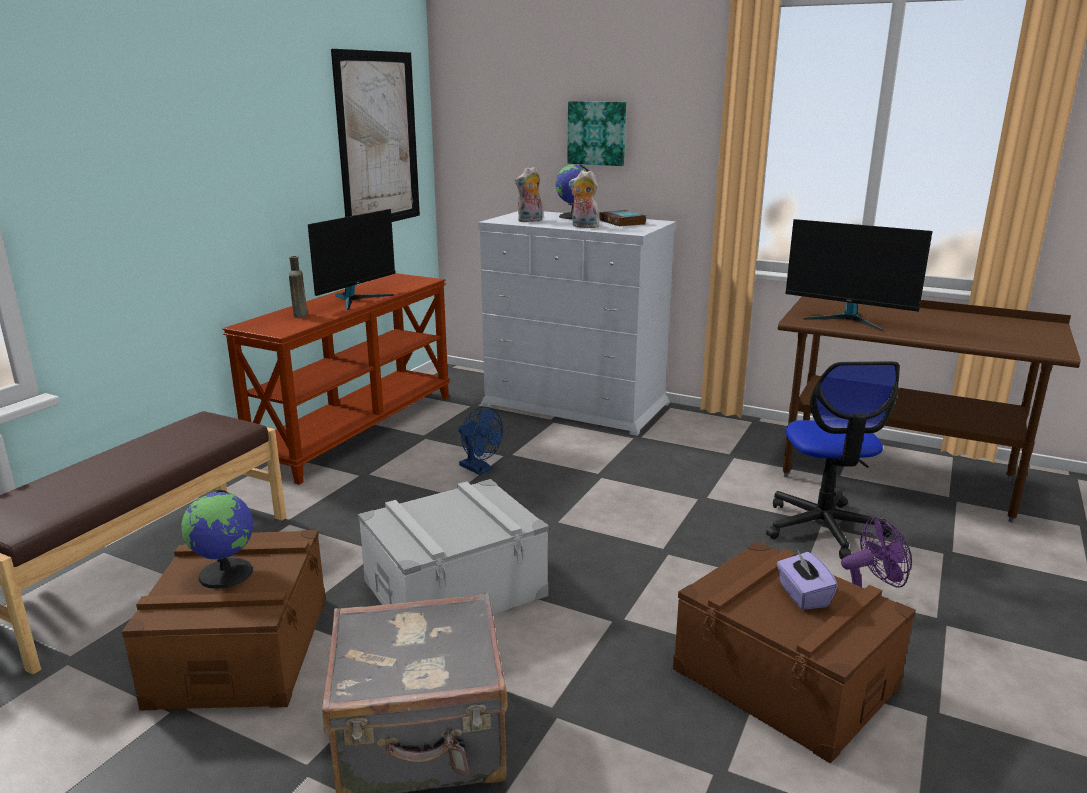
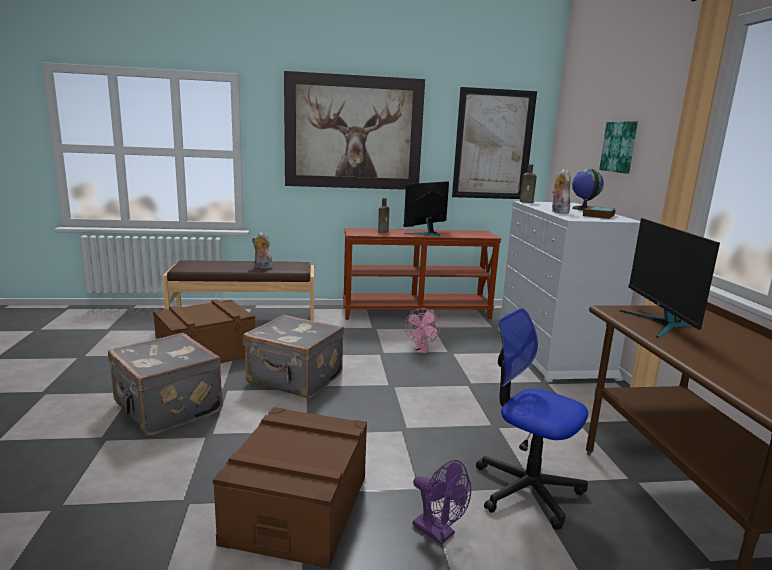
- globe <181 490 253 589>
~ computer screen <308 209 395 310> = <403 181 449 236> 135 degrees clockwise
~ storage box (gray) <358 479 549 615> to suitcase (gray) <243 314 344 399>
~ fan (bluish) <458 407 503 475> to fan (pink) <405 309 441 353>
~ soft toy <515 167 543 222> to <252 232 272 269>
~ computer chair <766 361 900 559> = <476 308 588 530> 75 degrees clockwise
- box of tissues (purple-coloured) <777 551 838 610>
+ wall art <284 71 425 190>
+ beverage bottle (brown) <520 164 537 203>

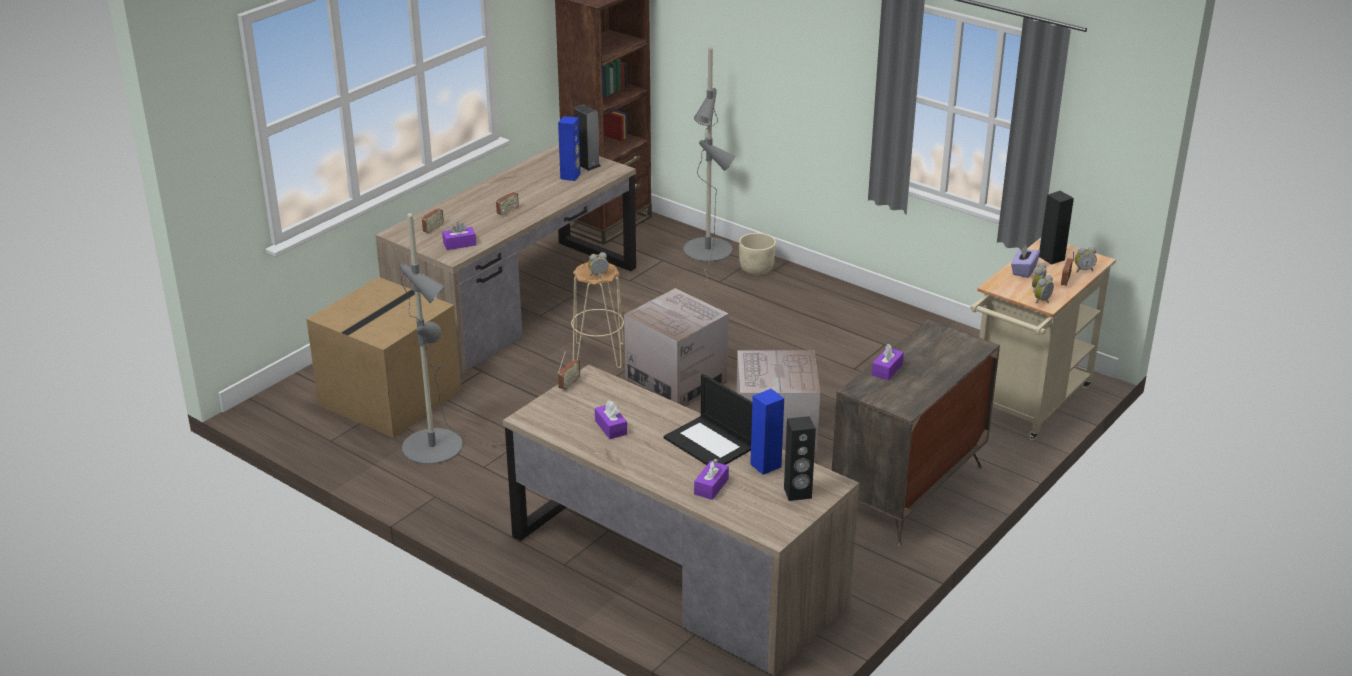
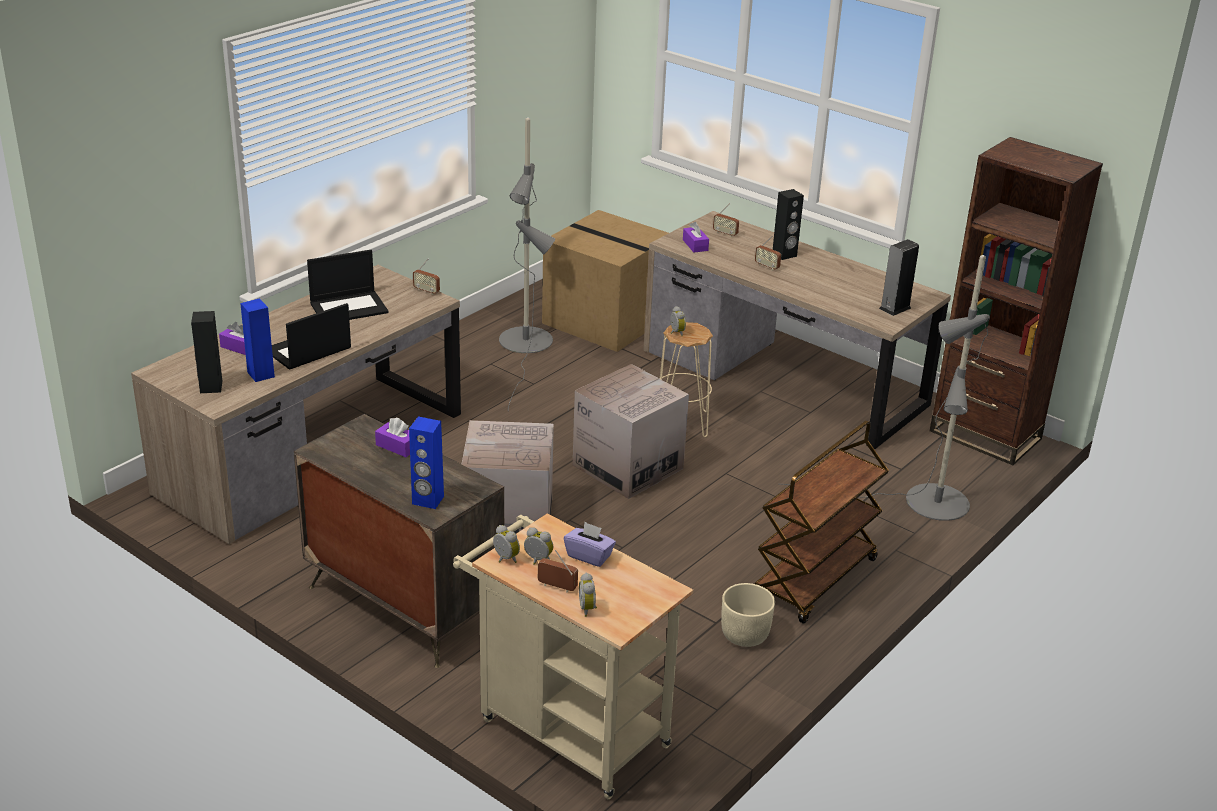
~ loudspeaker (bluish) <558 116 581 181> to <409 416 444 509>
~ box of tissues (purple-coloured) <595 400 627 439> to portable computer <307 250 389 320>
~ flower pot (beige) <739 233 776 275> to <721 583 775 647>
~ loudspeaker (black) <1039 191 1074 264> to <773 189 804 260>
+ wheeled cart (brown) <755 420 889 624>

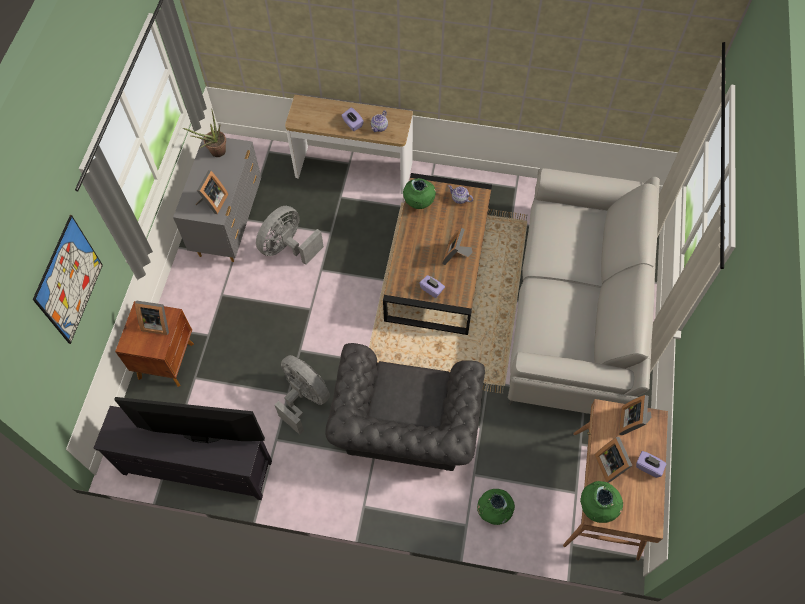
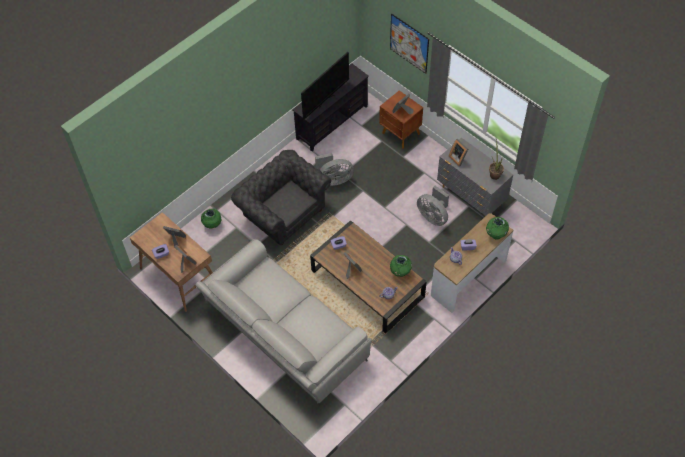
~ fan (gray) <256 206 324 265> = <417 186 449 226> 150 degrees clockwise
~ vase (greenish) <580 481 623 523> to <486 217 509 240>

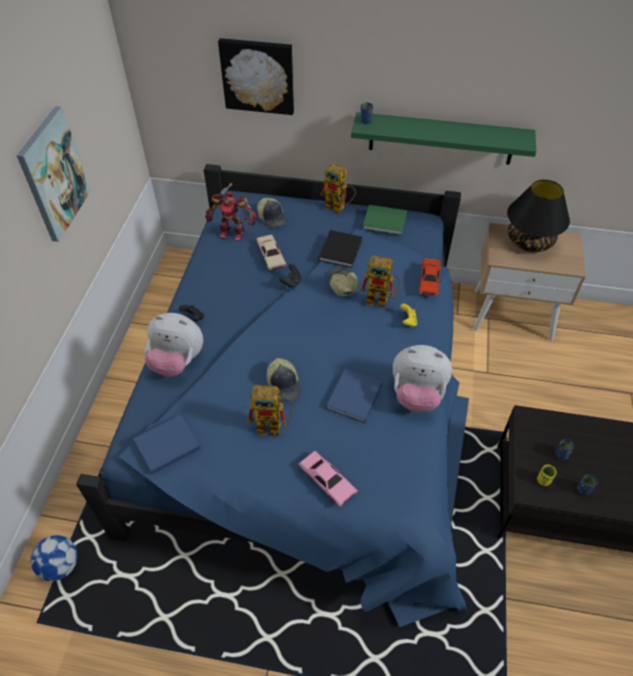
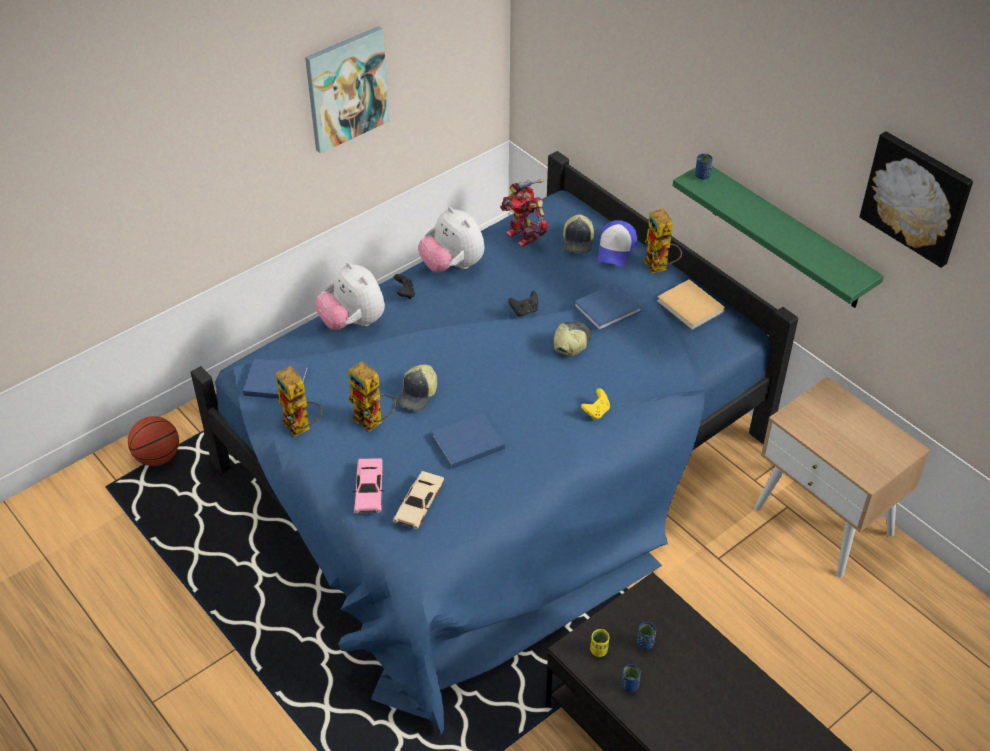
~ ball for football <31 535 77 581> to basketball <128 416 179 466>
~ wall art <218 38 294 115> to <860 131 973 268>
~ model car (beige) <256 235 286 270> to <393 471 444 529>
~ volume (black) <318 230 362 268> to volume (bluish) <574 283 642 331>
~ toy robot <360 256 401 308> to <275 366 322 437>
~ volume (greenish) <363 205 407 235> to volume (beige) <657 279 725 330>
~ soft toy <393 345 452 412> to <419 207 484 273>
- model car (red-coloured) <419 258 442 297>
- table lamp (black) <507 180 570 252>
+ peaked cap <598 220 637 266>

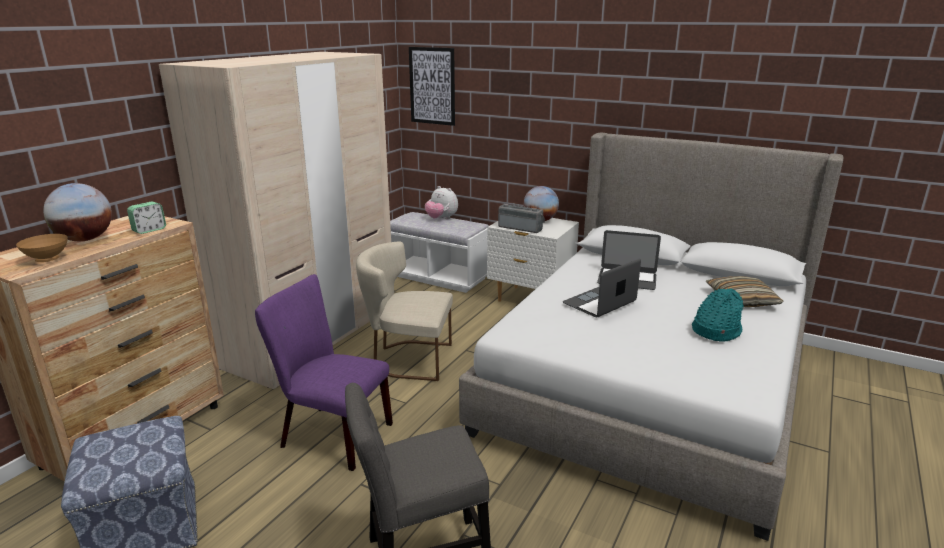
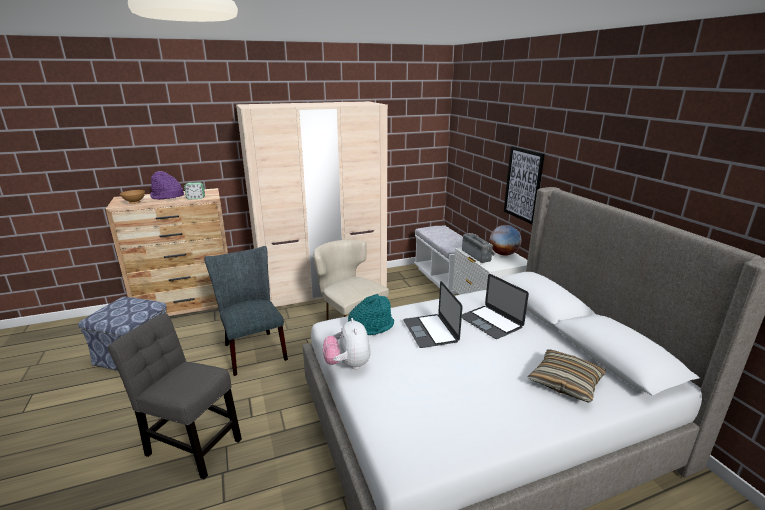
~ globe <43 183 112 241> to clothing hat (purple-coloured) <150 171 184 200>
~ chair (purple-coloured) <255 274 393 471> to chair (gray) <204 246 288 376>
~ wall art <409 47 455 126> to <504 146 545 224>
~ soft toy <425 186 458 219> to <323 318 371 370>
~ portable computer <563 259 641 317> = <403 281 463 348> 105 degrees counterclockwise
~ clothing hat (turquoise-coloured) <692 289 744 342> to <348 294 394 335>

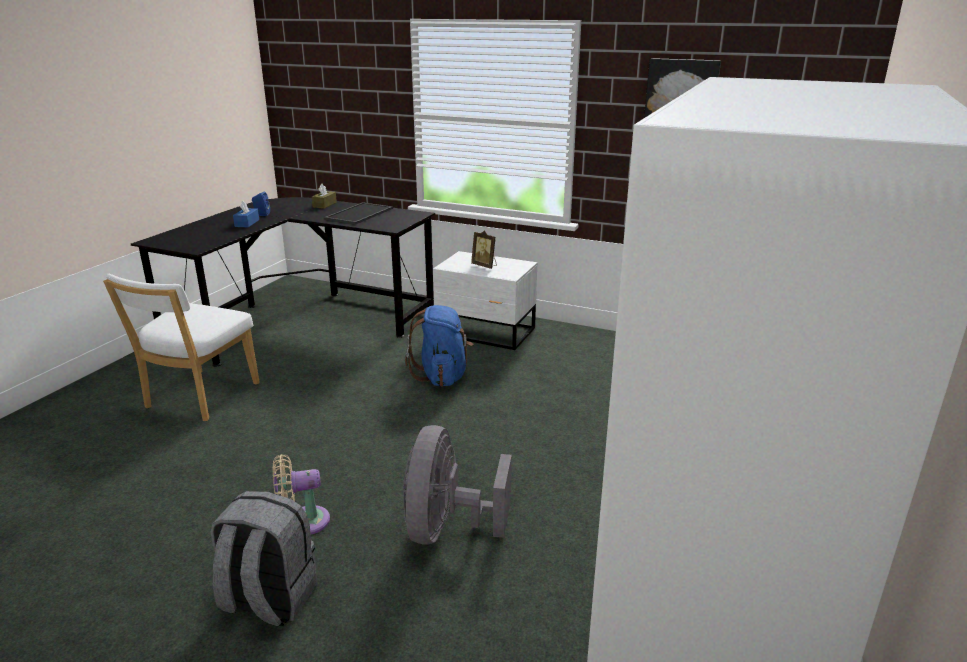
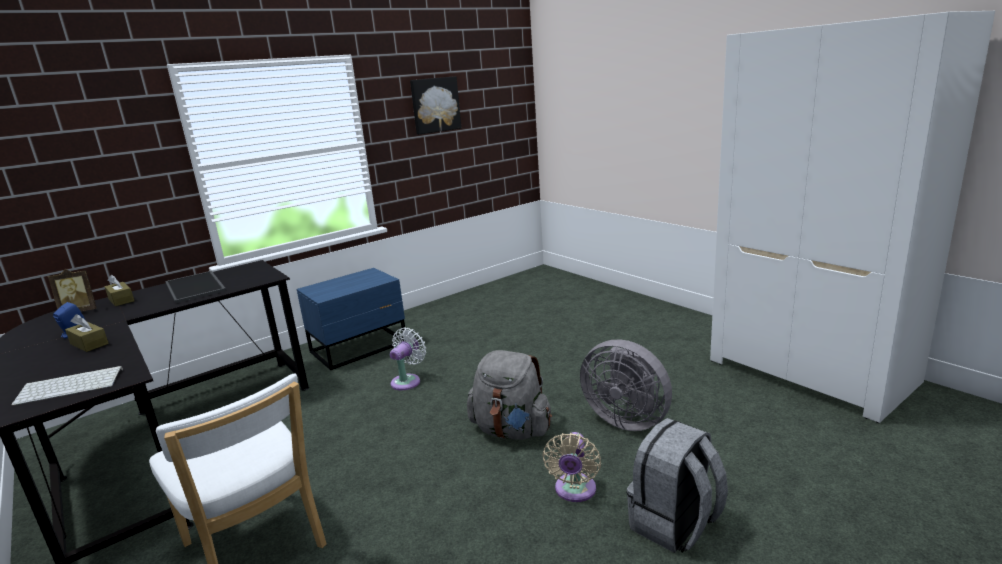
~ box of tissues (bluish) <233 201 259 227> to box of tissues (brown) <65 314 109 352>
~ backpack (bluish) <405 305 474 387> to fan (white-coloured) <390 328 426 390>
~ night table (white-coloured) <433 251 537 350> to night table (bluish) <297 268 405 370>
~ photo frame <471 230 497 269> to <48 269 97 311>
+ keyboard <11 366 123 406>
+ backpack (gray) <467 350 552 440>

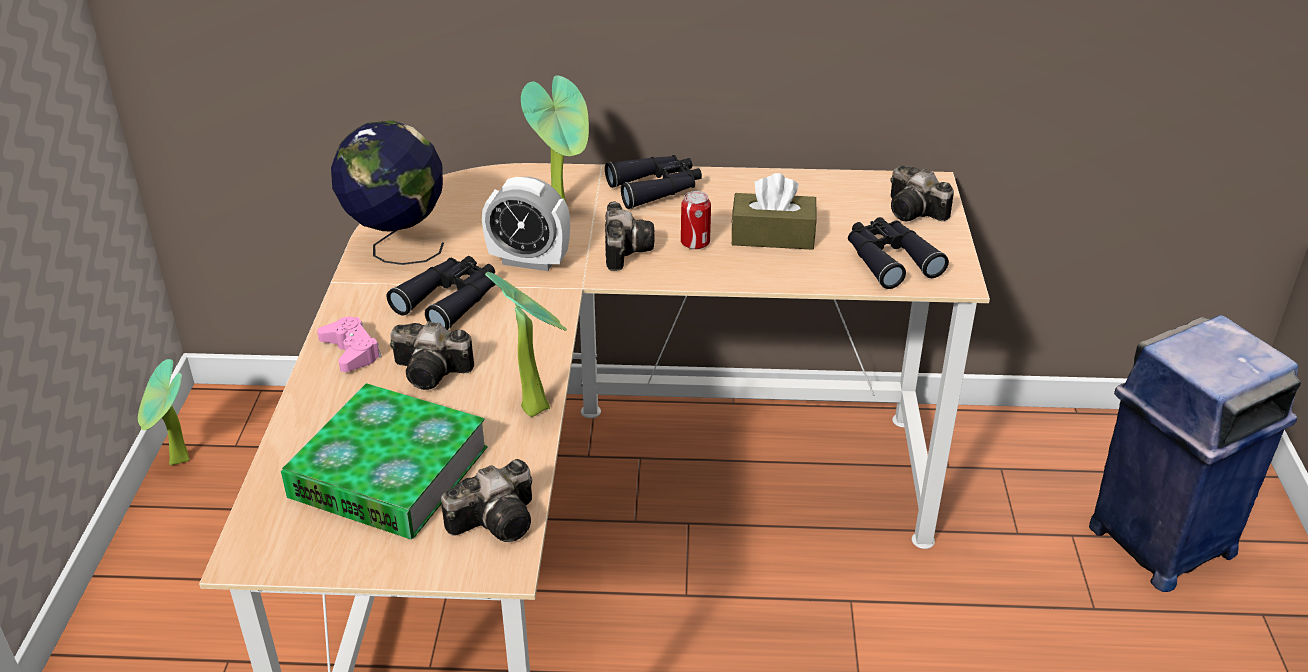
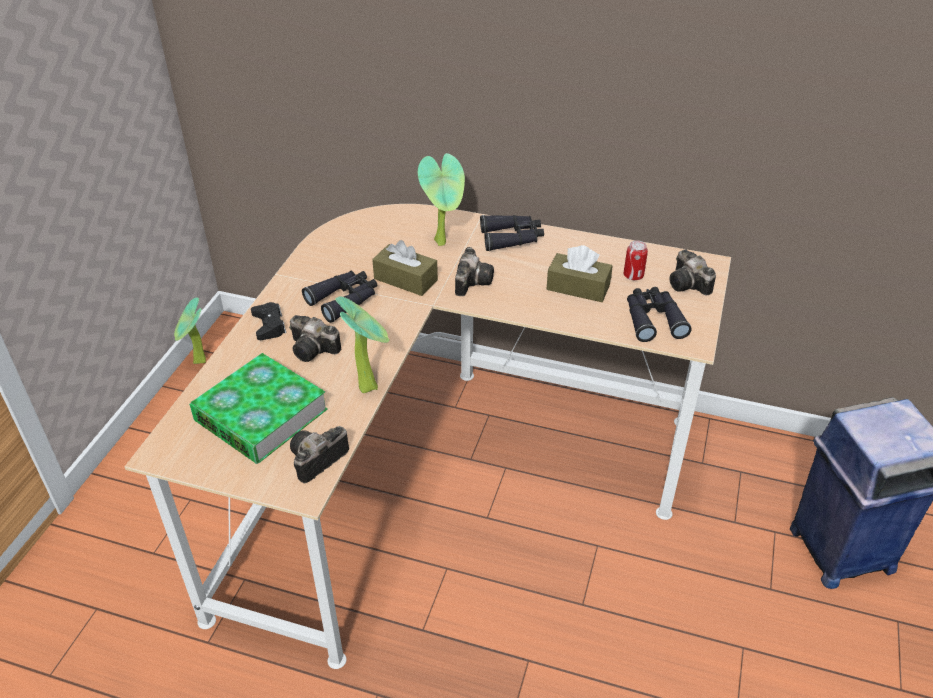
~ game controller (pink) <317 317 381 372> to game controller (black) <251 302 287 340>
- globe <331 120 444 265>
~ still camera <441 459 532 542> = <290 426 349 483> 150 degrees clockwise
~ alarm clock <482 177 570 271> to box of tissues (brown) <372 240 438 296>
~ can <681 191 711 249> to <624 241 648 280>

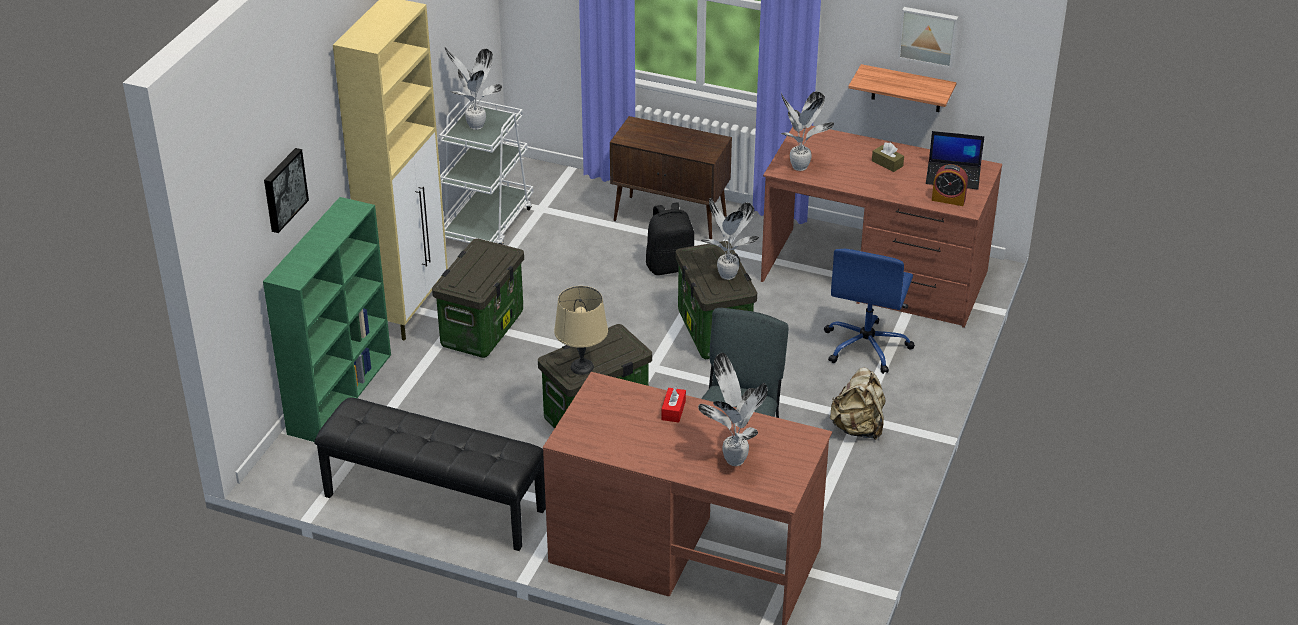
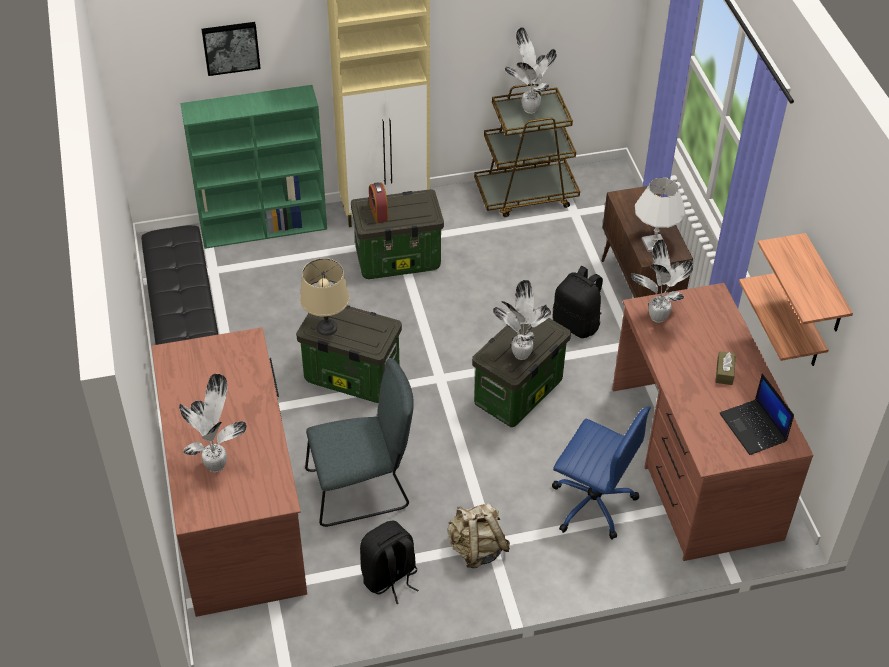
~ wheeled cart (white-coloured) <439 100 533 245> to wheeled cart (brown) <474 84 580 217>
- box of tissues (red-coloured) <661 386 686 423>
~ computer chair (bluish) <824 248 915 374> = <552 406 651 540> 135 degrees counterclockwise
~ wall art <898 7 959 68> to bracket shelf <758 233 853 331>
~ alarm clock <932 164 968 206> to <369 182 388 223>
+ backpack (black) <360 521 419 604>
+ table lamp (white-coloured) <635 178 685 252>

